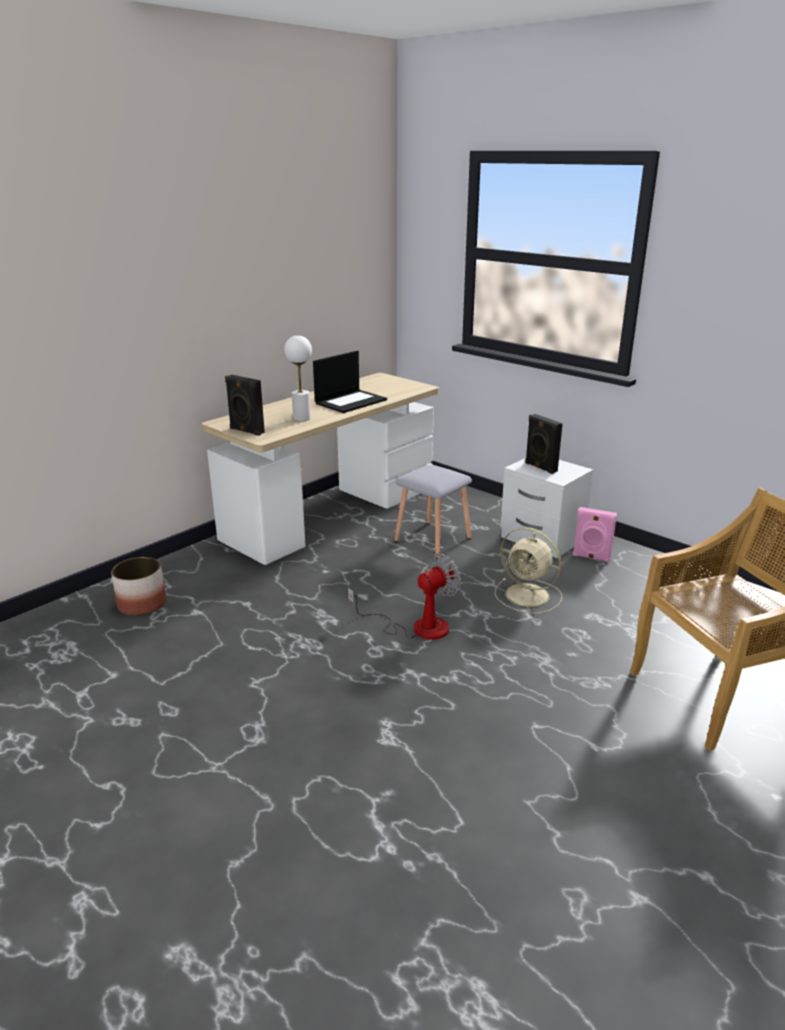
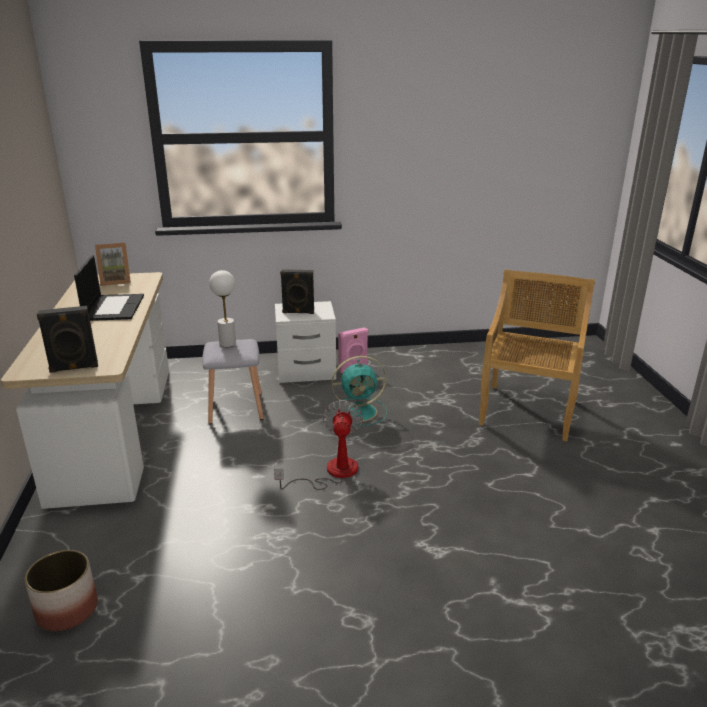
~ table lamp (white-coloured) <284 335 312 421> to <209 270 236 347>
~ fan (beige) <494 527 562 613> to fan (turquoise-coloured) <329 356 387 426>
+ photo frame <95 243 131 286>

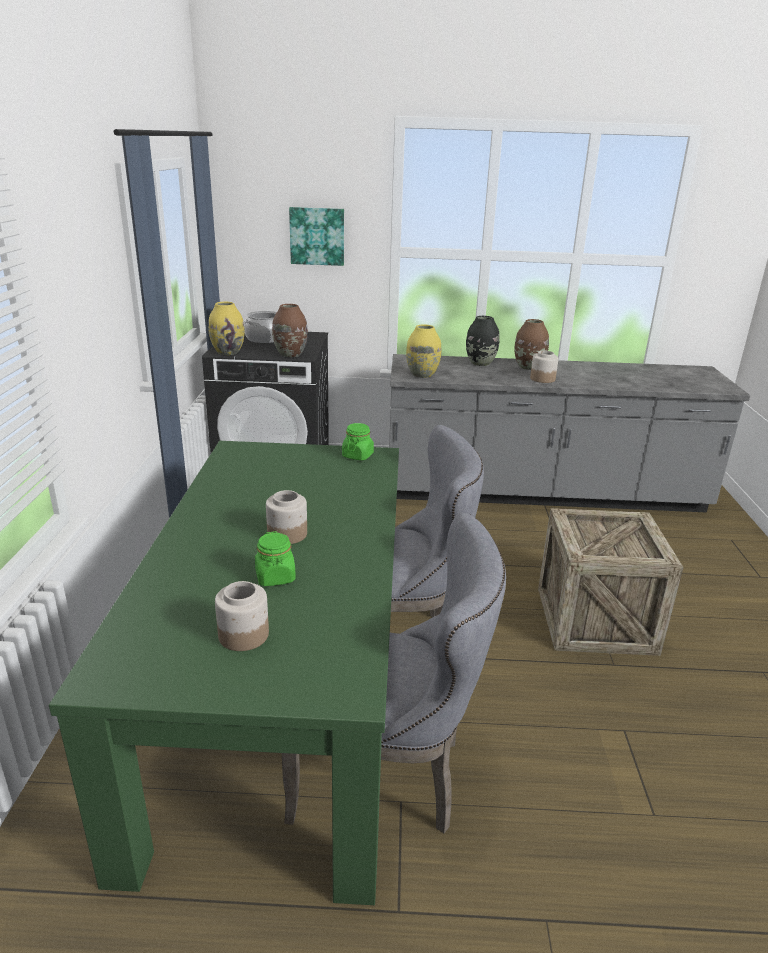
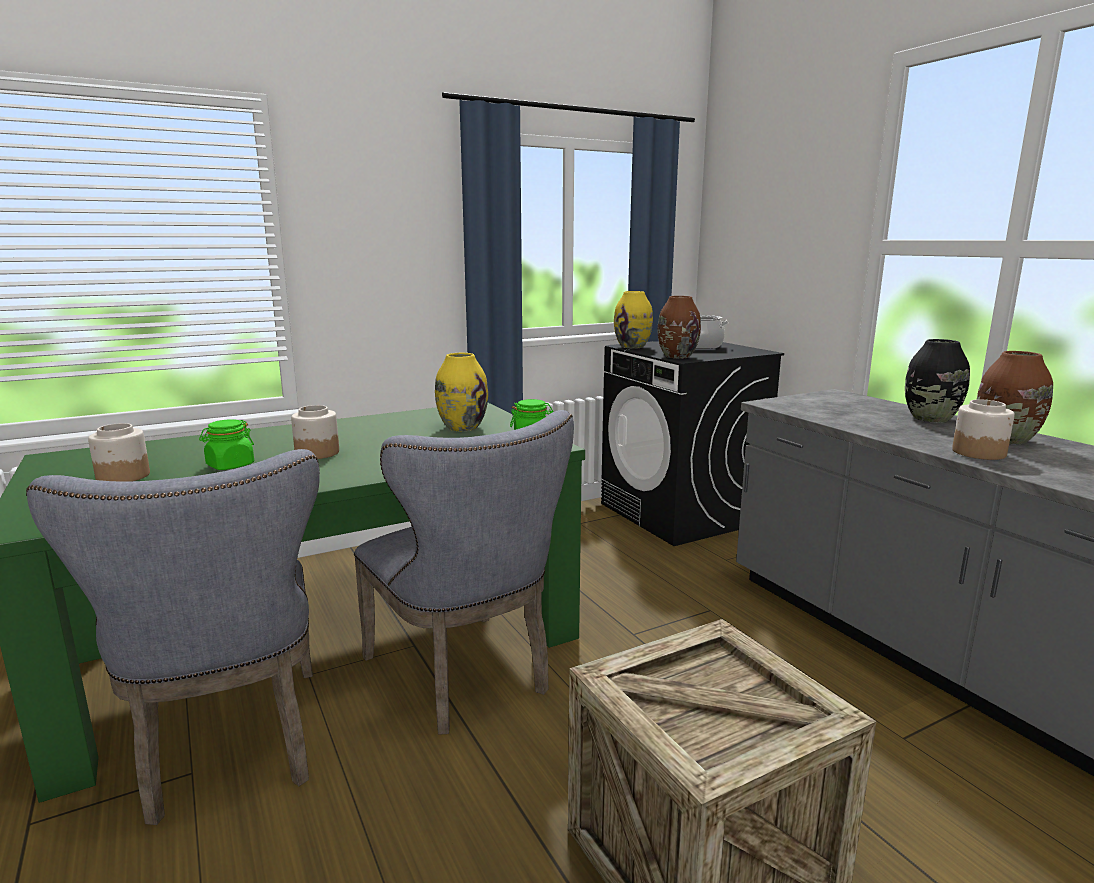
- wall art <289 207 344 266>
~ vase (yellow-coloured) <406 324 441 378> to <435 353 488 431>

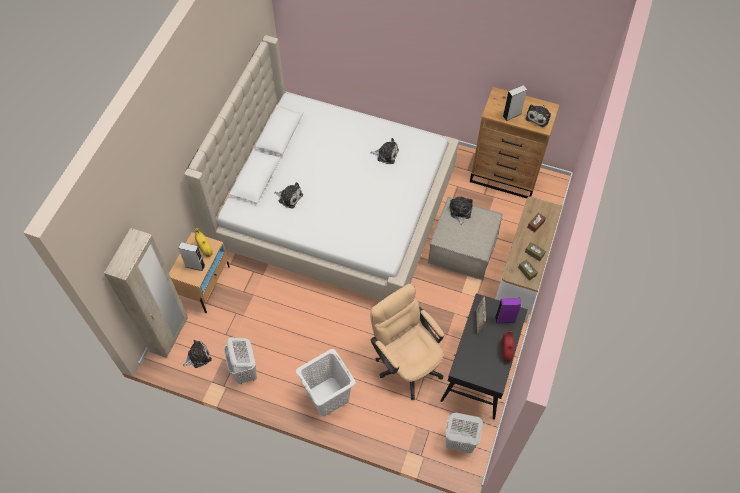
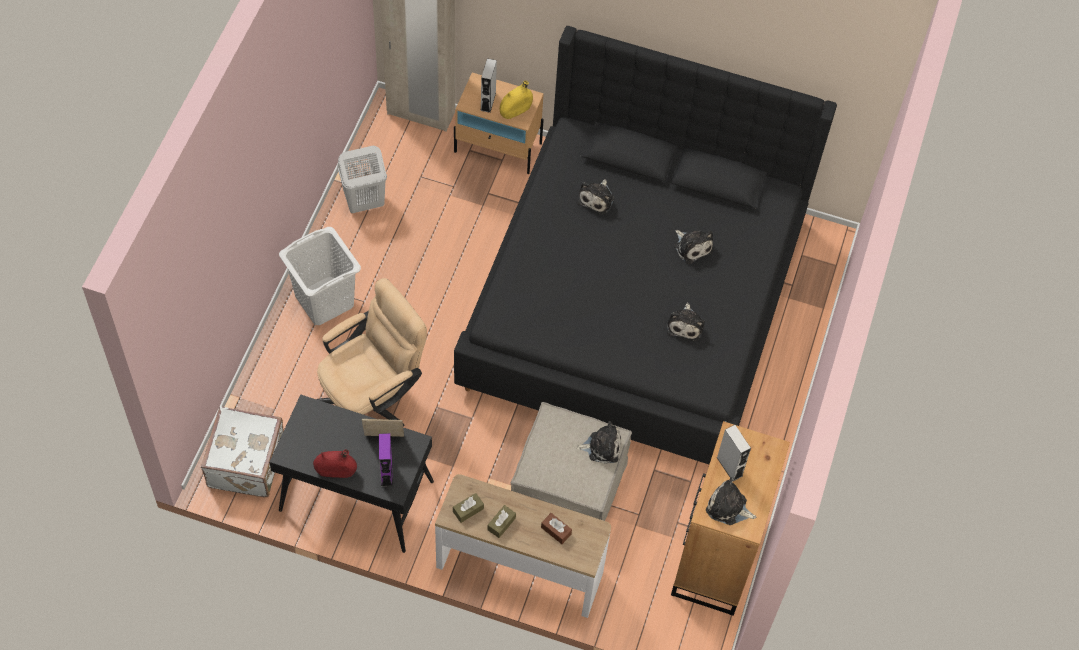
~ soft toy <183 340 212 368> to <674 230 713 264>
~ bed (beige) <184 35 459 301> to bed (black) <454 26 837 464>
~ hamper (white-coloured) <445 412 483 453> to suitcase (white-coloured) <201 406 284 497>

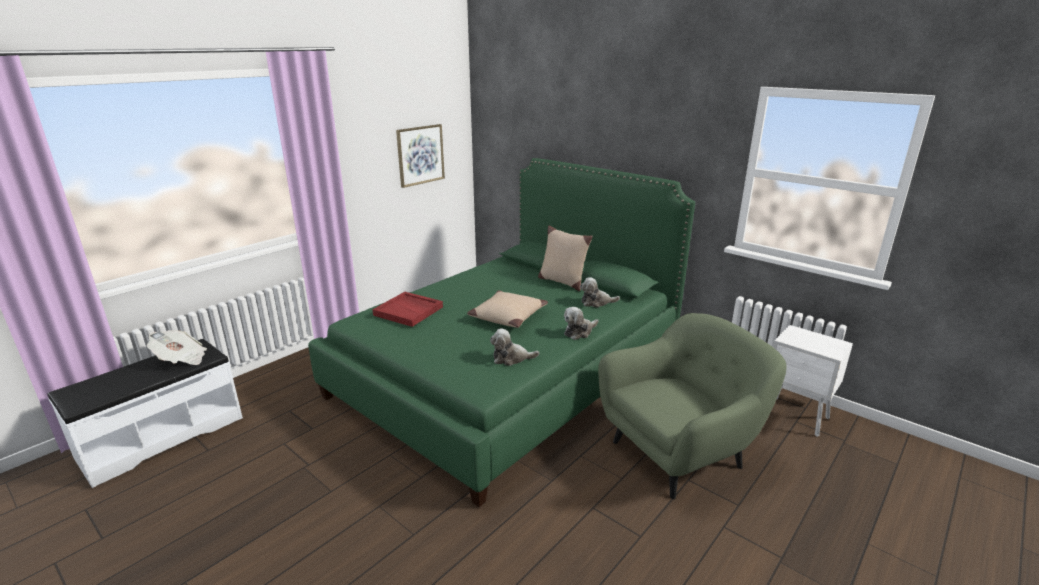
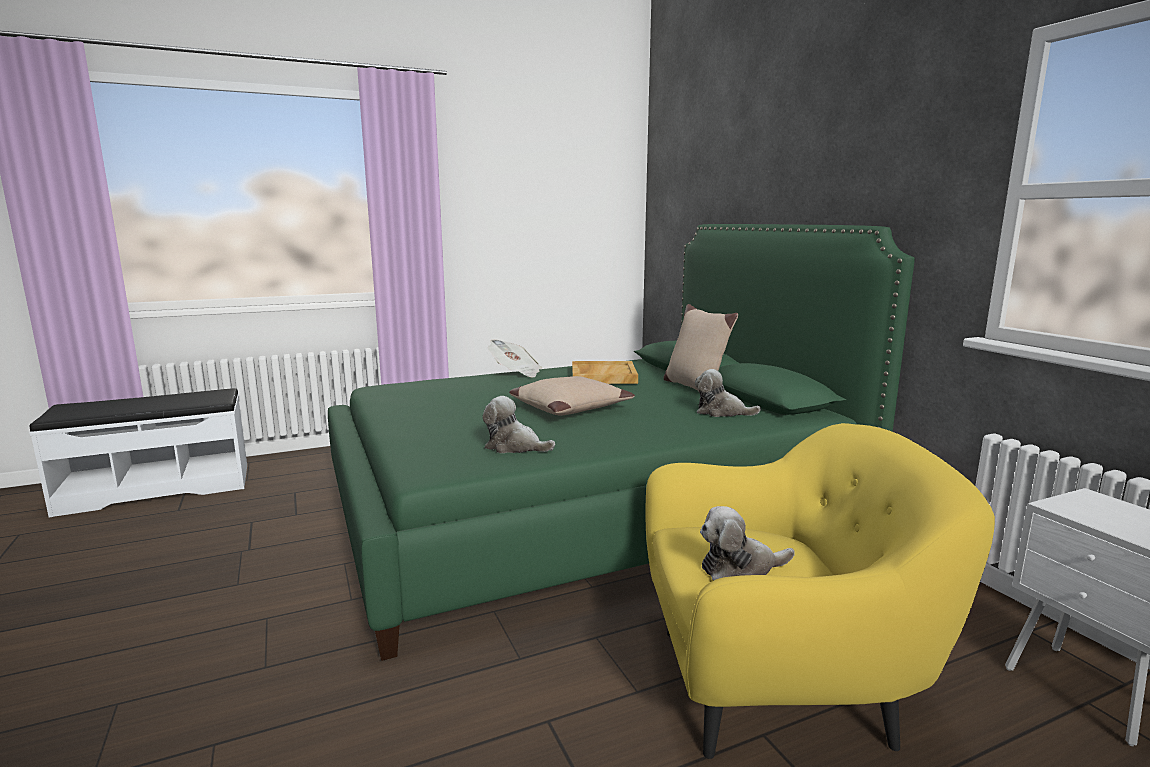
~ daily paper <147 330 207 365> to <488 339 542 378>
- carrying tray (red-coloured) <372 292 443 327>
- wall art <396 124 445 188>
~ soft toy <564 307 598 340> to <700 506 795 581>
~ armchair (greenish) <598 313 787 499> to armchair (yellow-coloured) <645 423 995 759>
+ carrying tray (beige) <572 361 638 384>

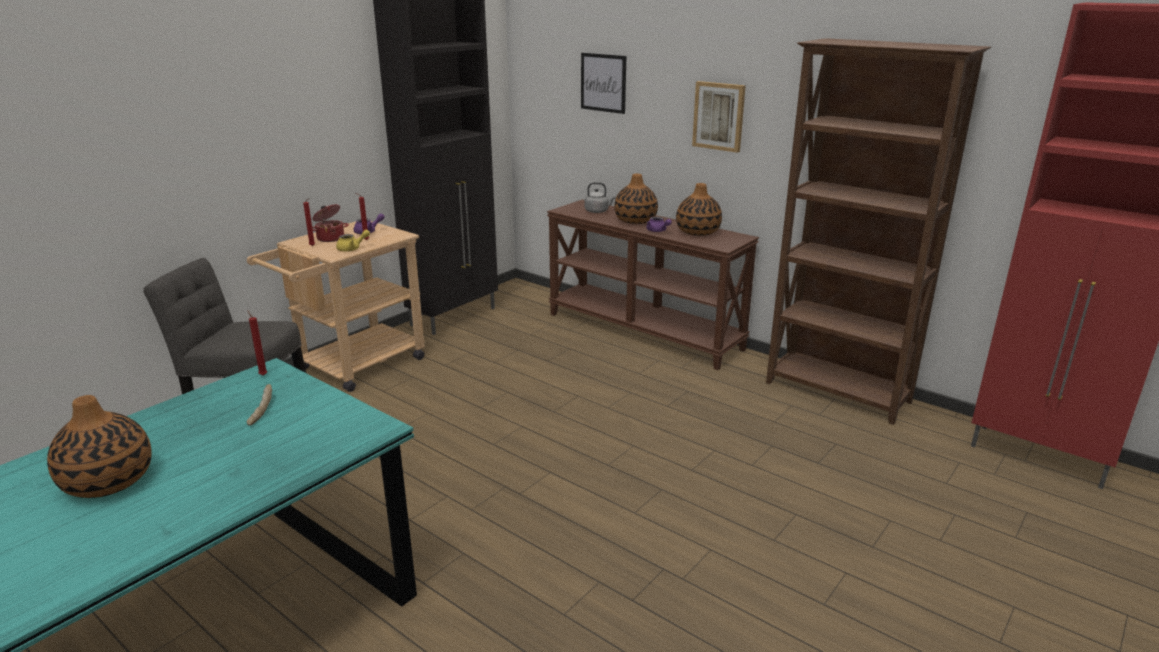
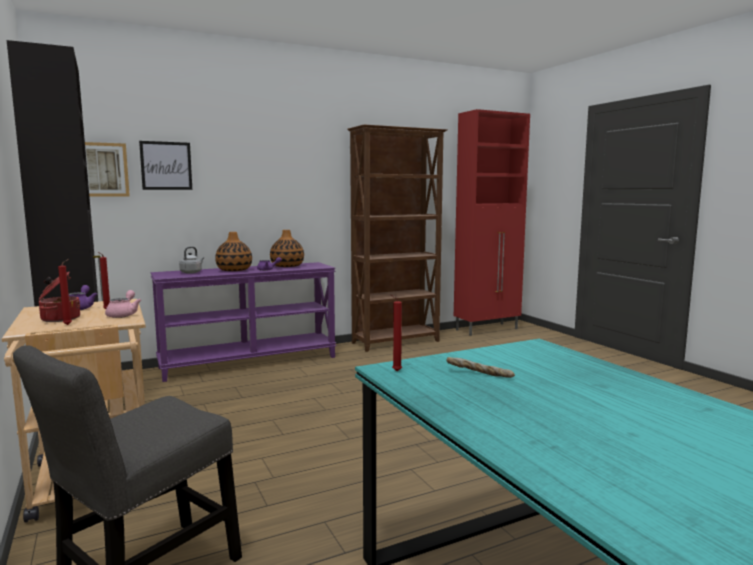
- vase <47 395 152 498>
~ pot for tea (yellow-coloured) <336 230 370 252> to pot for tea (pink) <105 290 141 318>
~ narrow table (brown) <547 200 759 370> to narrow table (purple-coloured) <151 262 336 382>
~ wall art <692 81 746 153> to <85 142 130 197>

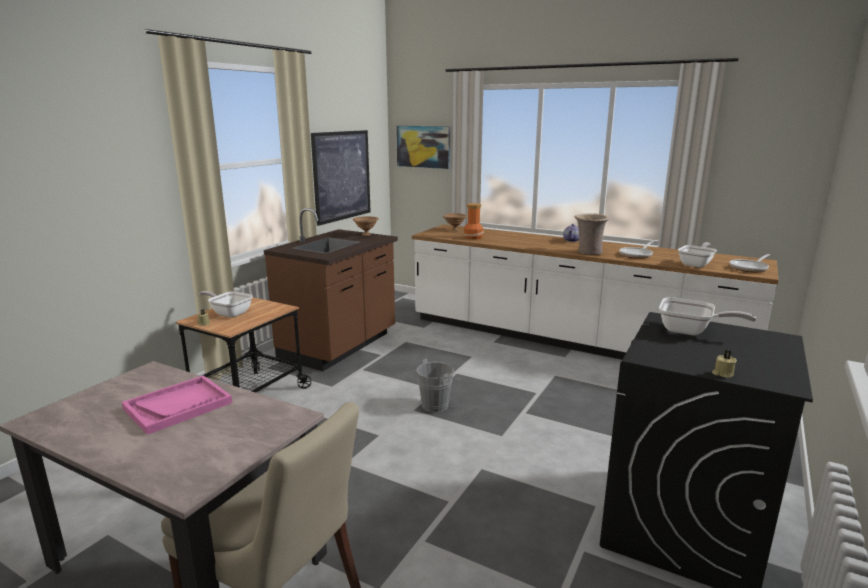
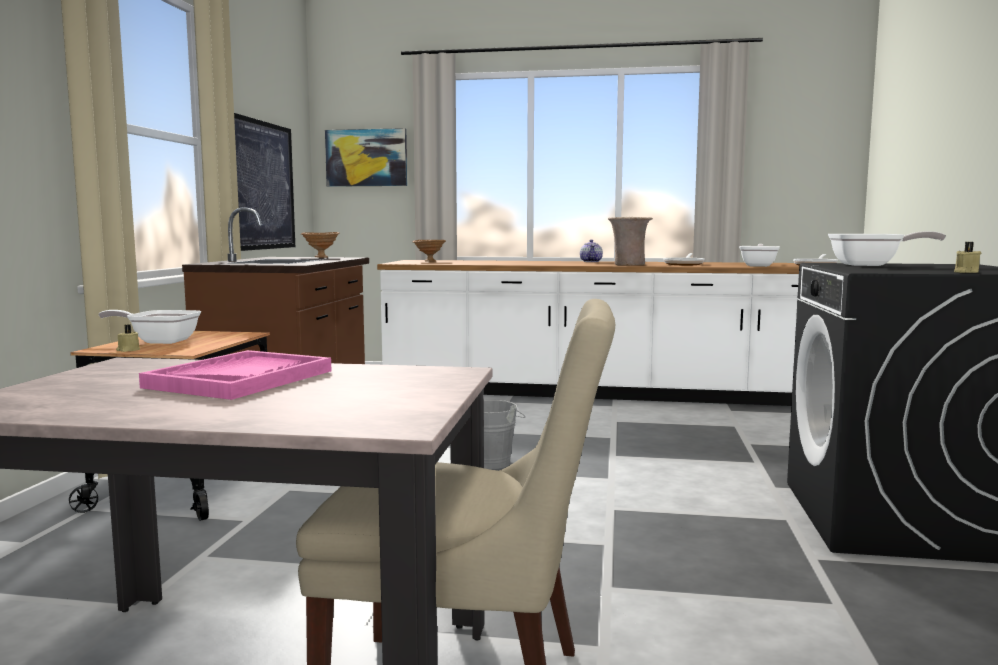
- vase <463 203 484 240>

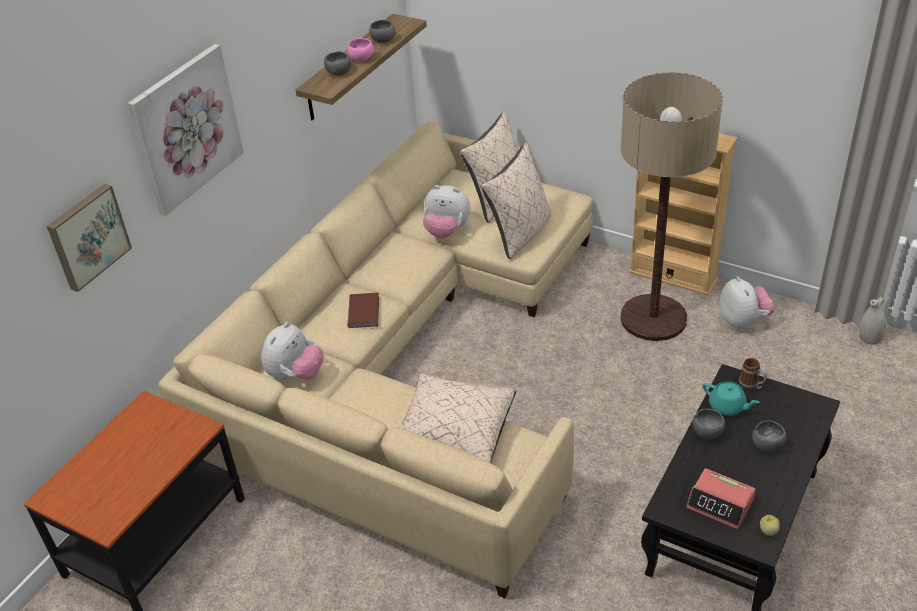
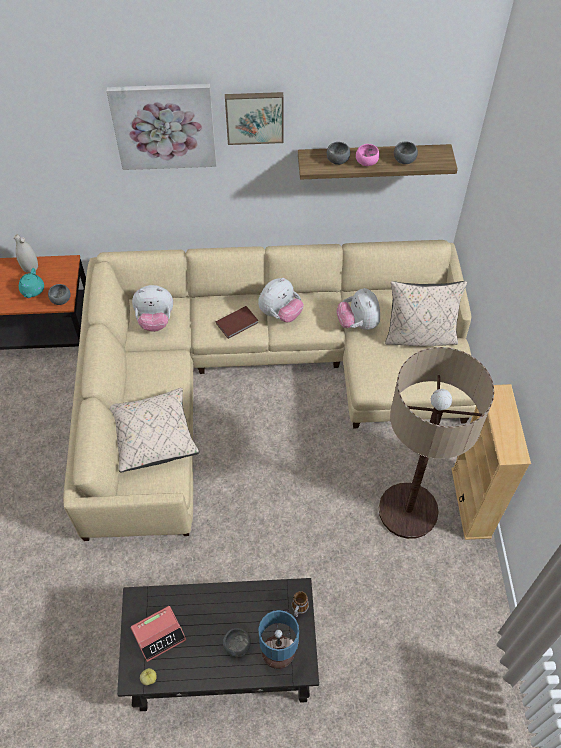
~ wall art <47 184 132 292> to <225 92 284 145>
- pillow (beige) <482 143 551 259>
~ alarm clock <686 468 756 529> = <131 606 186 662> 120 degrees counterclockwise
~ deep dish (gray) <693 409 725 439> to <48 284 71 305>
~ pot for tea (turquoise-coloured) <703 381 760 416> to <19 268 44 298>
~ soft toy <720 276 775 329> to <258 278 304 322>
~ vase (white-coloured) <859 297 886 345> to <14 234 38 273>
+ table lamp <258 610 299 669>

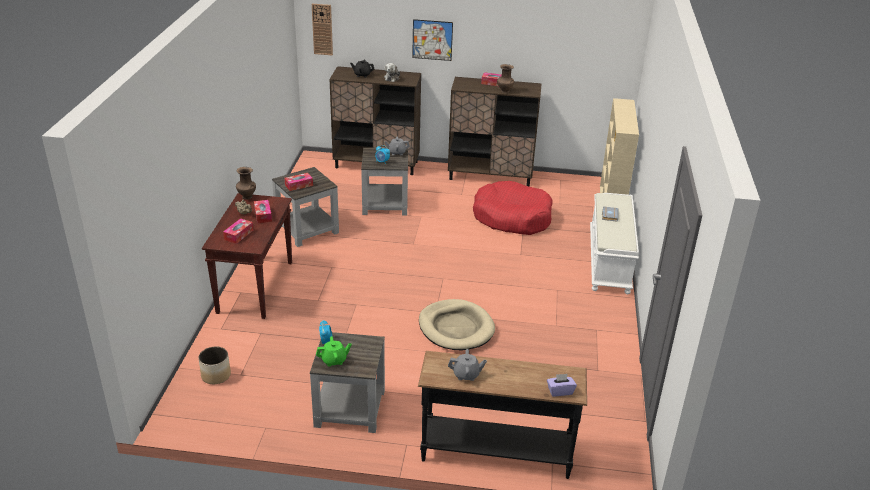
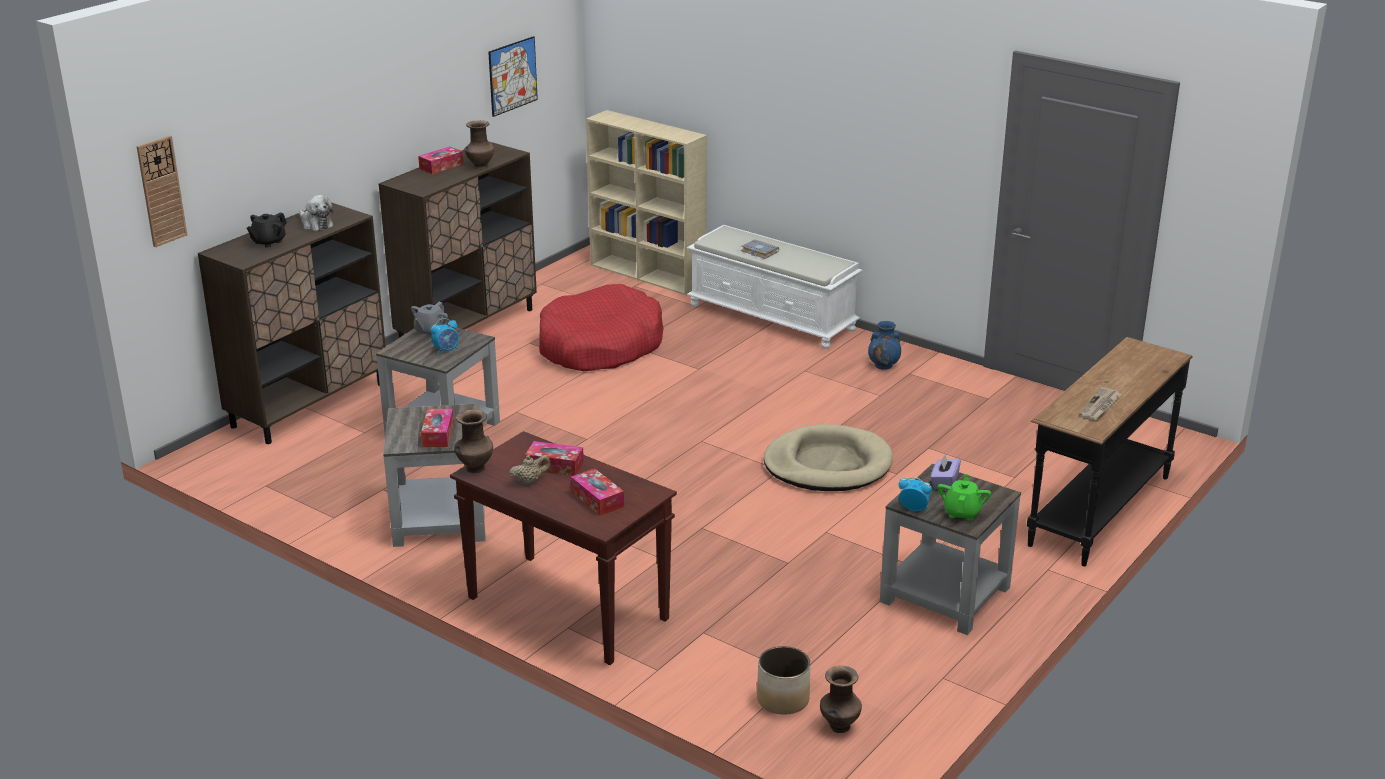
~ wall art <412 19 453 61> to <488 36 538 117>
~ pot for tea (gray) <448 349 487 381> to daily paper <1079 387 1122 421>
~ box of tissues (purple-coloured) <547 374 577 396> to <931 454 961 491>
+ vase (brown) <820 666 862 733>
+ vase (bluish) <868 321 901 370>

